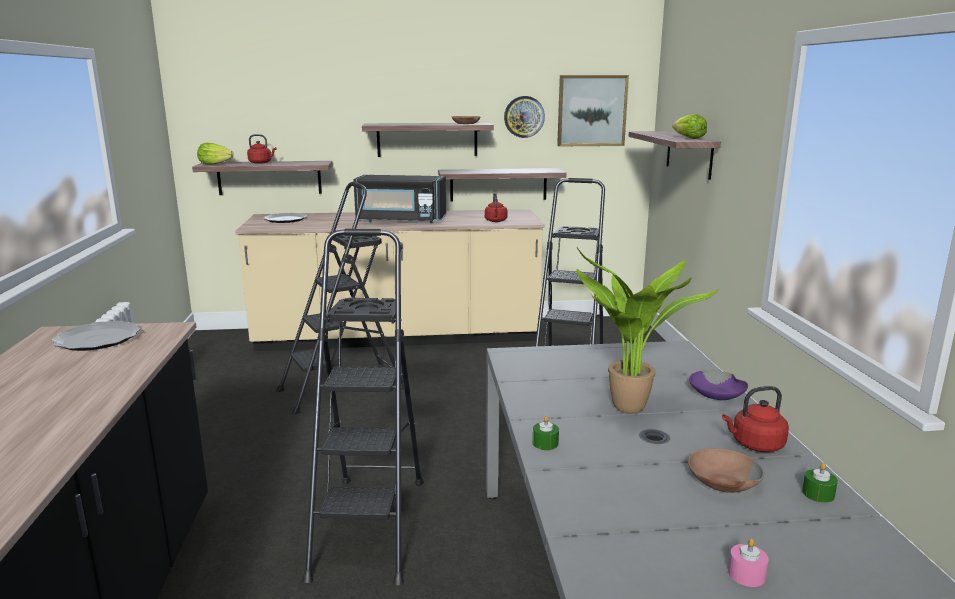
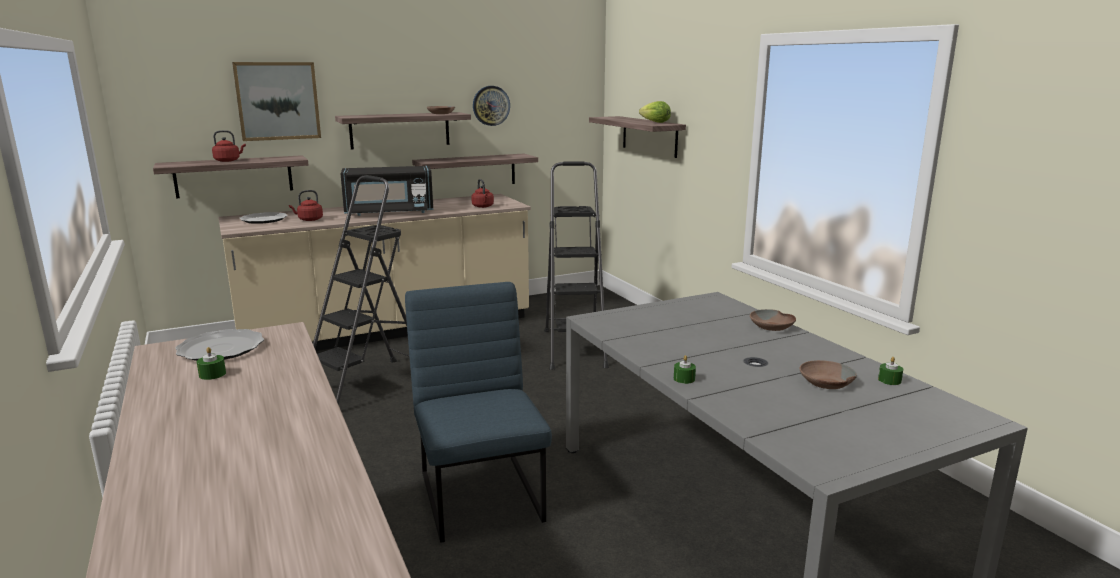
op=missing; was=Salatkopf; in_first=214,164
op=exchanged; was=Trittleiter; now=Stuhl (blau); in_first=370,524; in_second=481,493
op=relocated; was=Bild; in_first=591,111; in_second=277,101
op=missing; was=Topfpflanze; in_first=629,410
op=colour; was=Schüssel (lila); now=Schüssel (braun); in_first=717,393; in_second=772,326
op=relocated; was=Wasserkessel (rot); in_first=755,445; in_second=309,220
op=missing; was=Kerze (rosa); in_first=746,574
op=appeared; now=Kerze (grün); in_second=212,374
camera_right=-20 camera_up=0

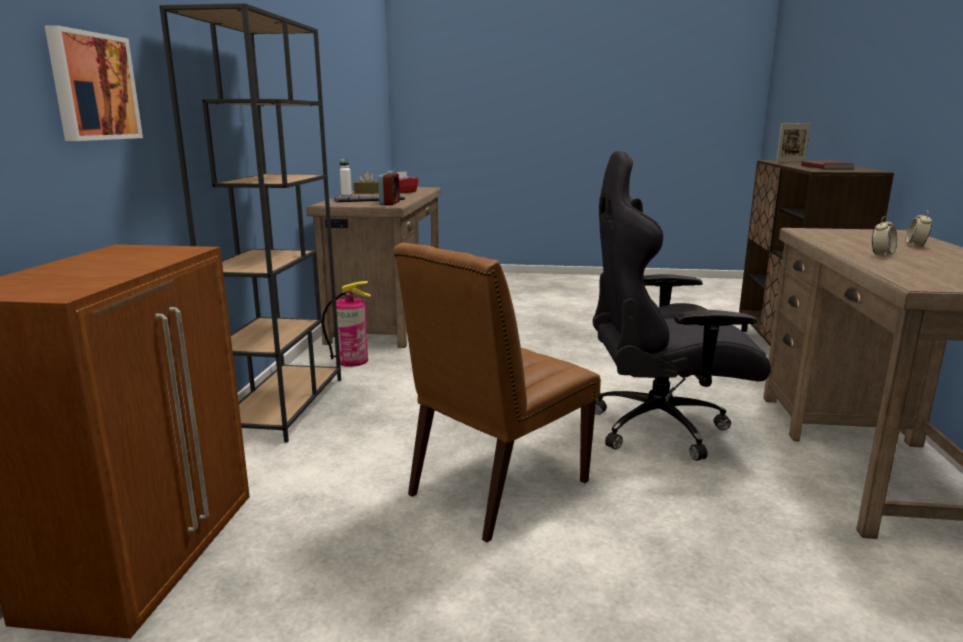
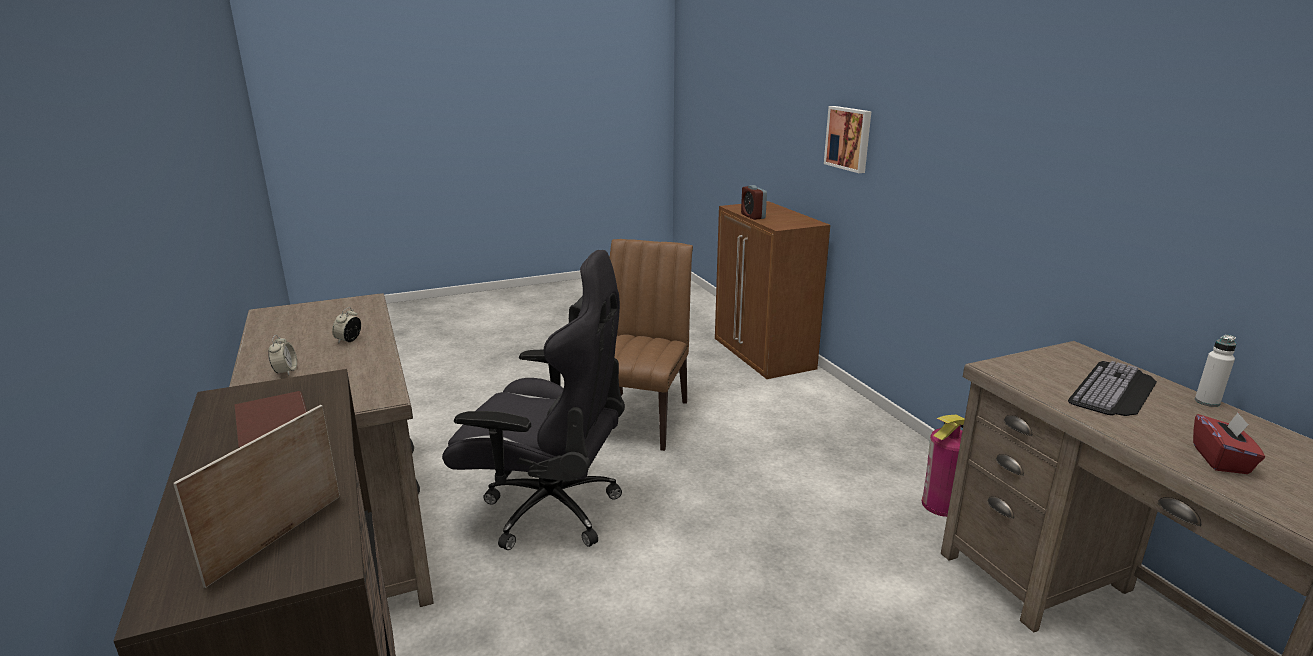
op=missing; was=Bücherregal; in_first=284,405
op=missing; was=Taschentuchbox (braun); in_first=367,193
op=relocated; was=Wecker; in_first=389,203; in_second=753,216
op=spun; was=Bürostuhl (schwarz); in_first=666,428; in_second=543,510; clockwise=45
camera_right=150 camera_up=5

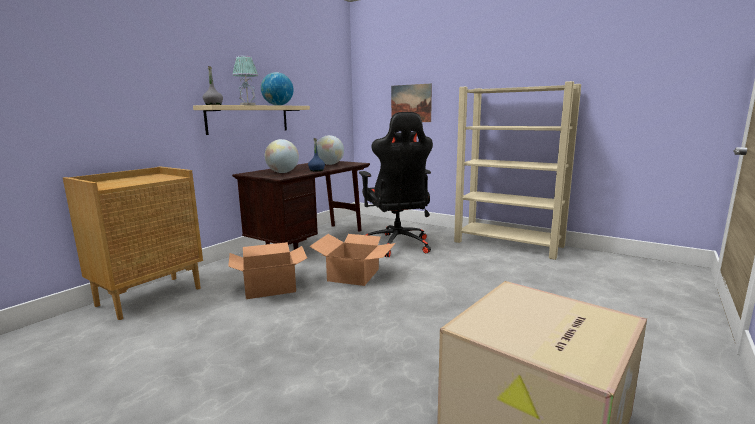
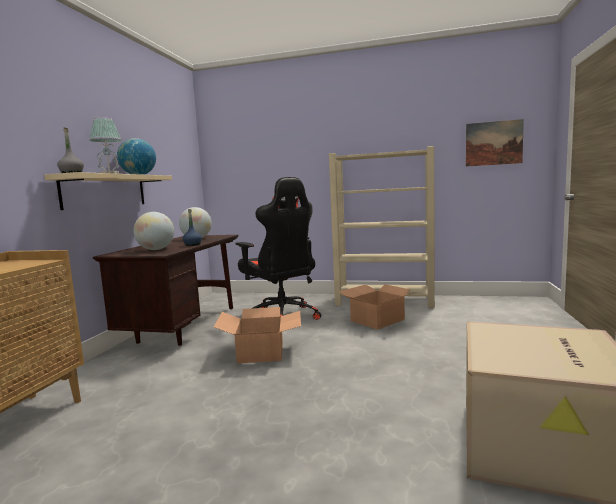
op=relocated; was=Karton; in_first=269,286; in_second=377,320
op=relocated; was=Bild; in_first=411,103; in_second=493,143
camera_right=-20 camera_up=-5

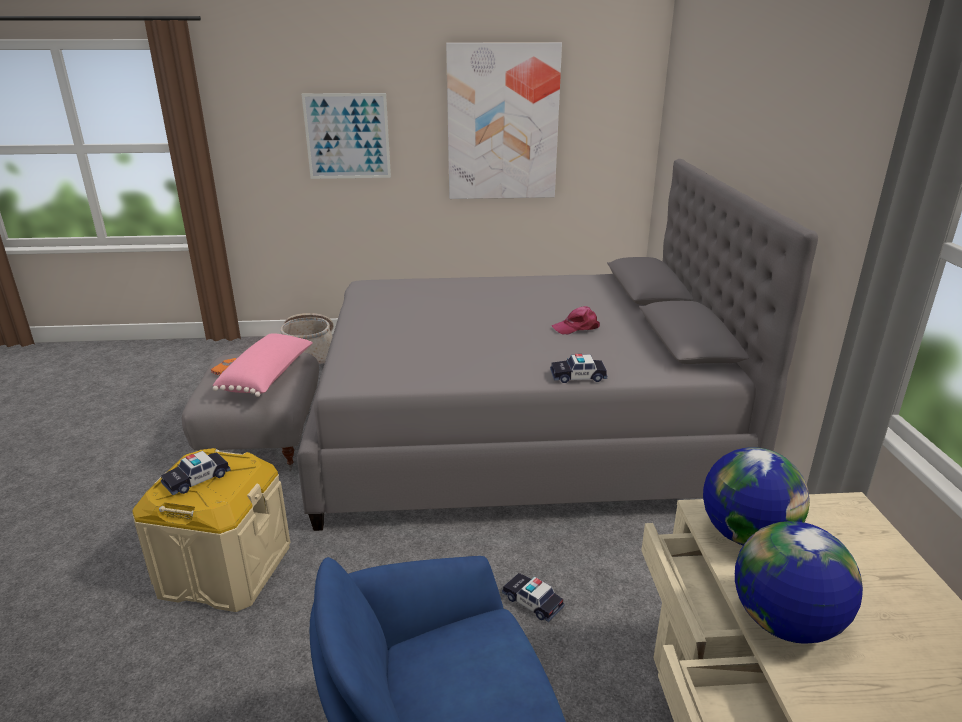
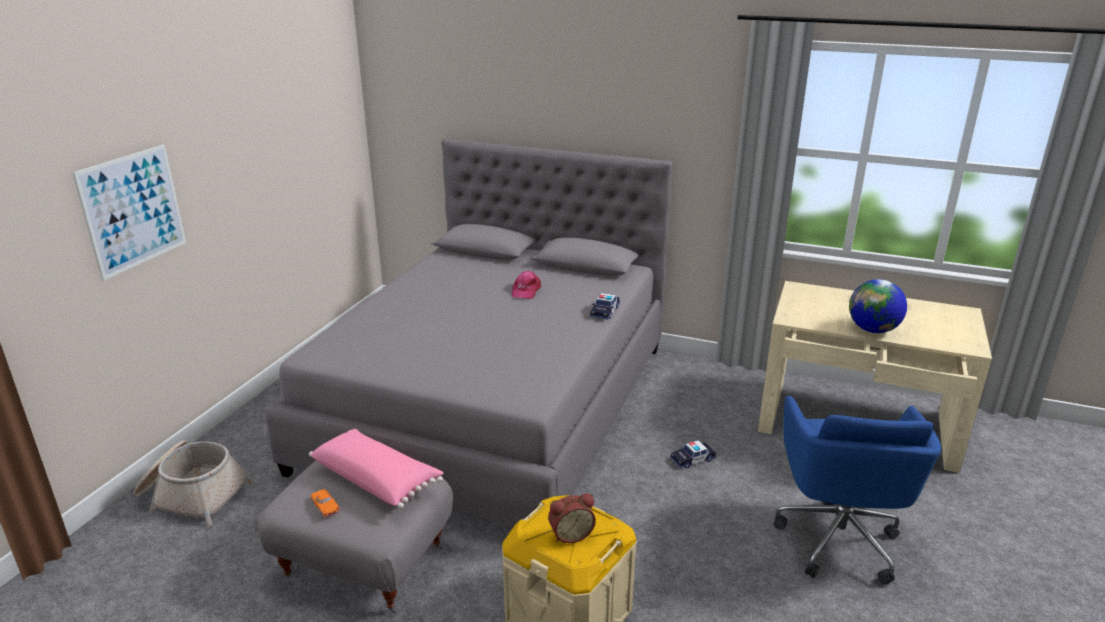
op=exchanged; was=Spielzeugauto; now=Wecker; in_first=197,479; in_second=570,534
op=missing; was=Bild; in_first=502,123
op=missing; was=Globus; in_first=746,535
camera_right=-65 camera_up=0

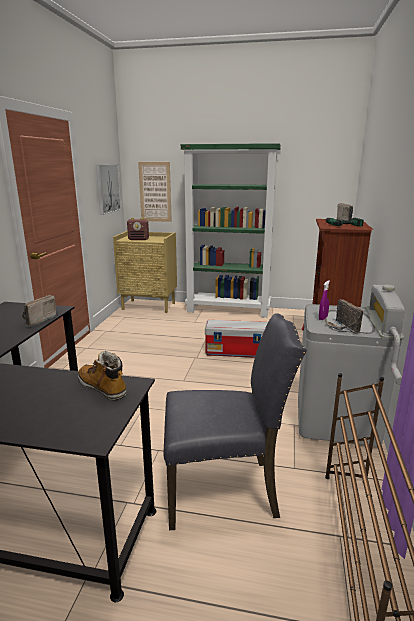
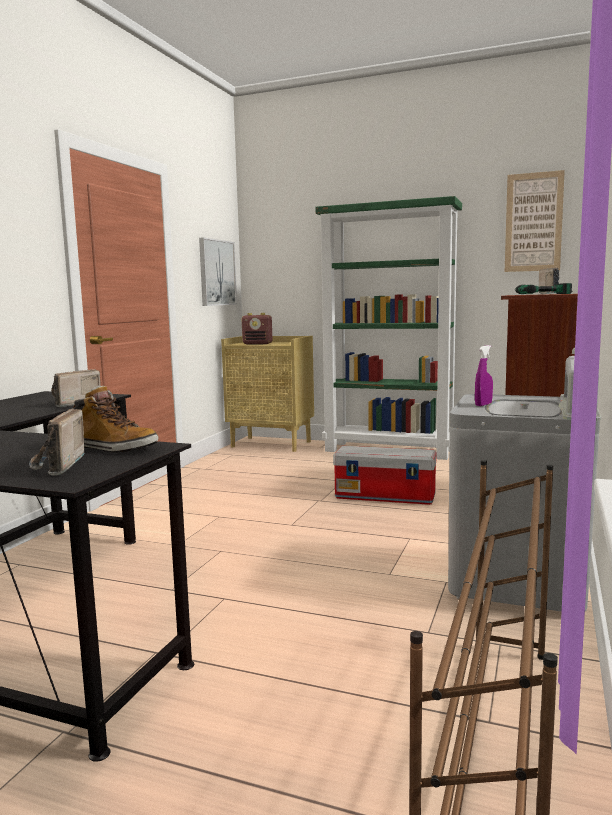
op=spun; was=Stiefel; in_first=103,388; in_second=114,448; clockwise=150
op=relocated; was=Bild; in_first=155,192; in_second=533,222
op=missing; was=Stuhl (grau); in_first=224,490
op=relocated; was=Radio; in_first=342,327; in_second=55,466
camera_right=10 camera_up=-10

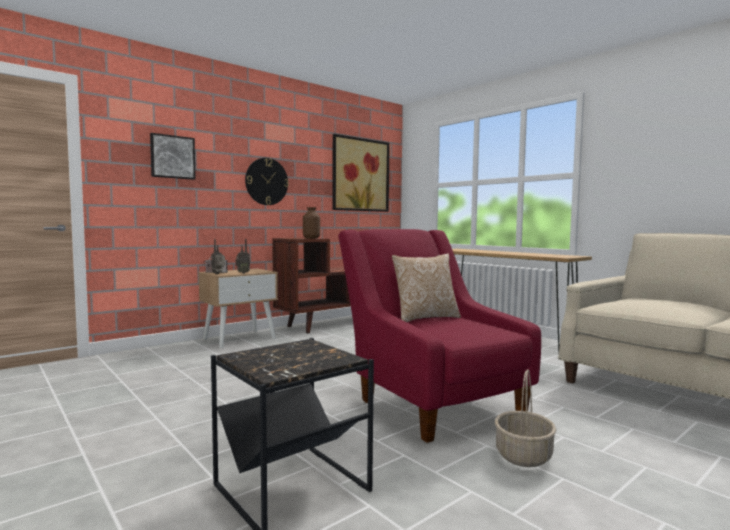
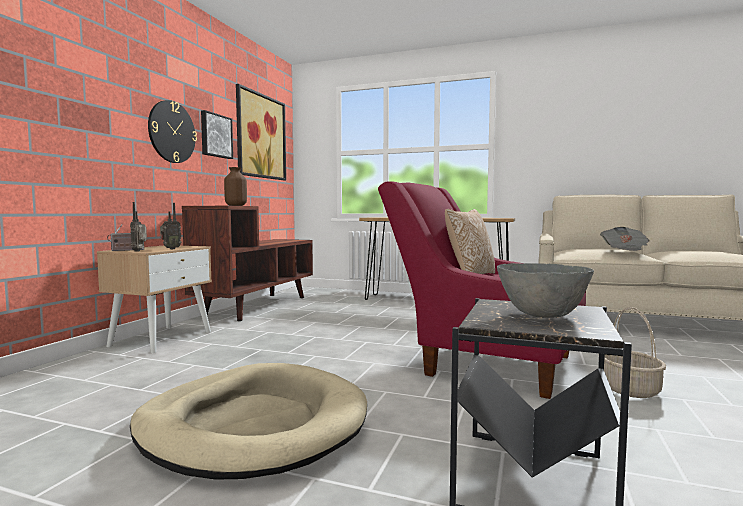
op=relocated; was=Bild; in_first=172,157; in_second=215,135
op=appeared; now=Hundebett (beige); in_second=253,425
op=appeared; now=Schüssel (grau); in_second=542,315
op=appeared; now=Zeitung; in_second=624,251
camera_right=-30 camera_up=0

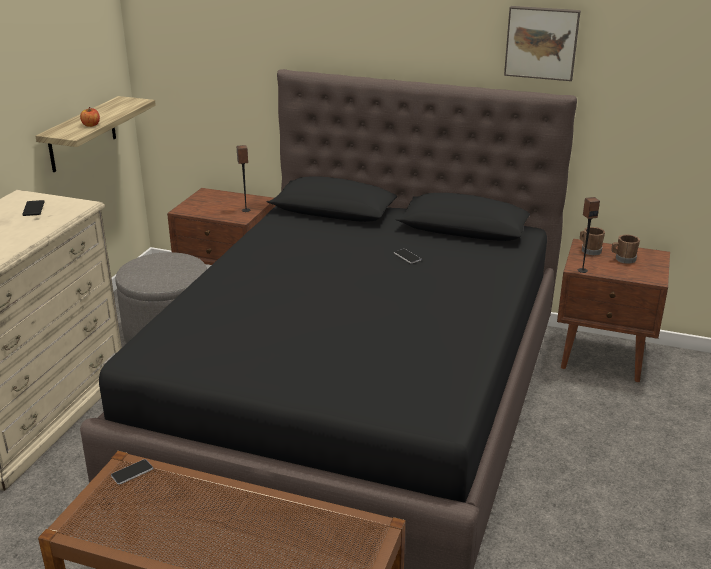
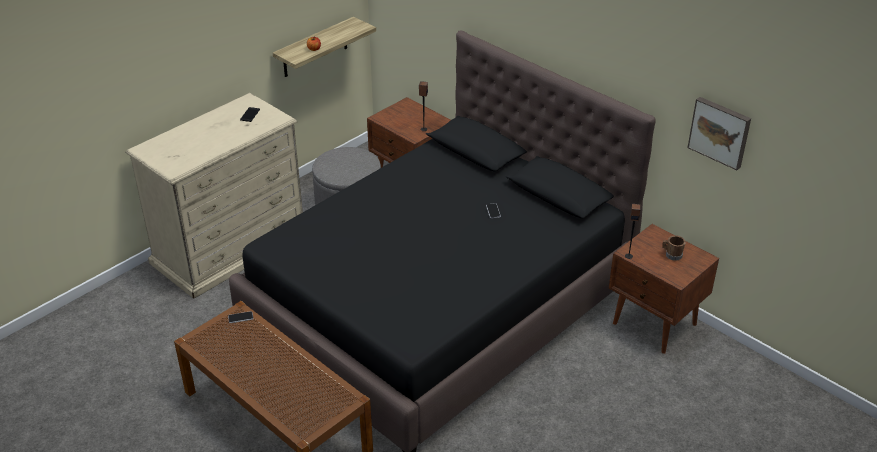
op=relocated; was=Bild; in_first=542,42; in_second=720,132
op=missing; was=Henkelbecher (braun); in_first=589,250
camera_right=25 camera_up=10

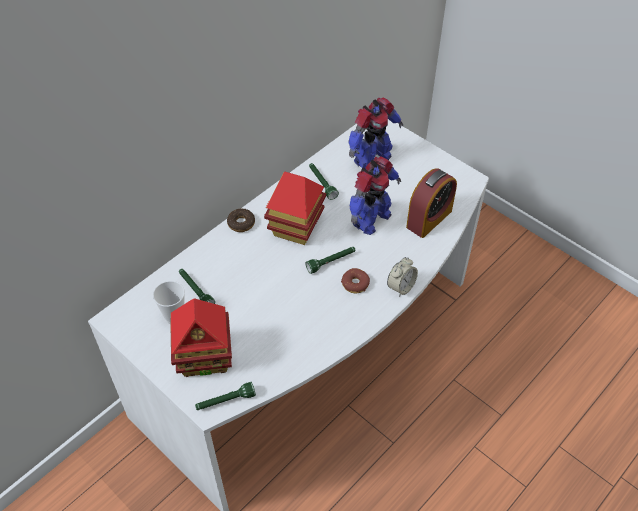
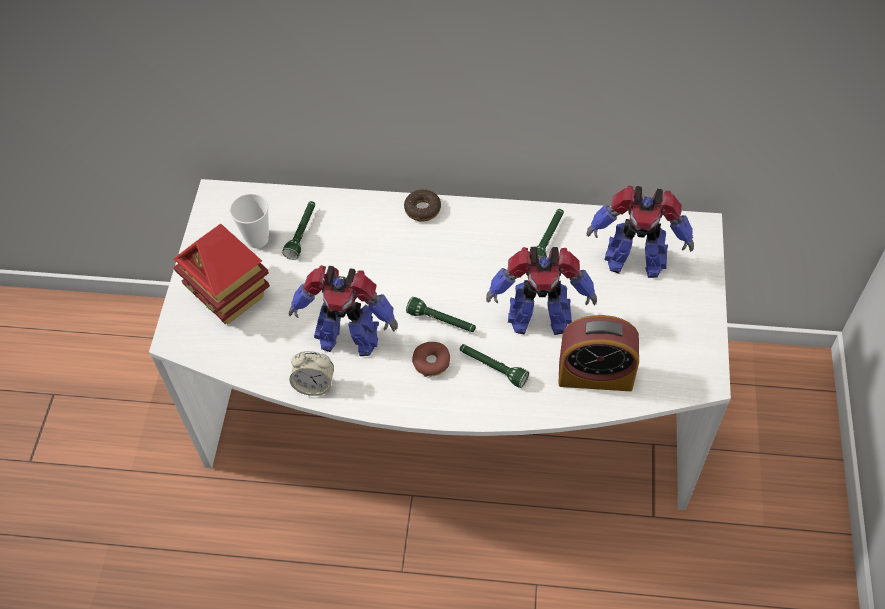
op=relocated; was=Taschenlampe (grün); in_first=225,401; in_second=492,368
op=missing; was=Spielzeughaus; in_first=296,227
op=relocated; was=Wecker; in_first=401,287; in_second=314,385
op=appeared; now=Spielzeugroboter; in_second=348,338
camera_right=55 camera_up=5

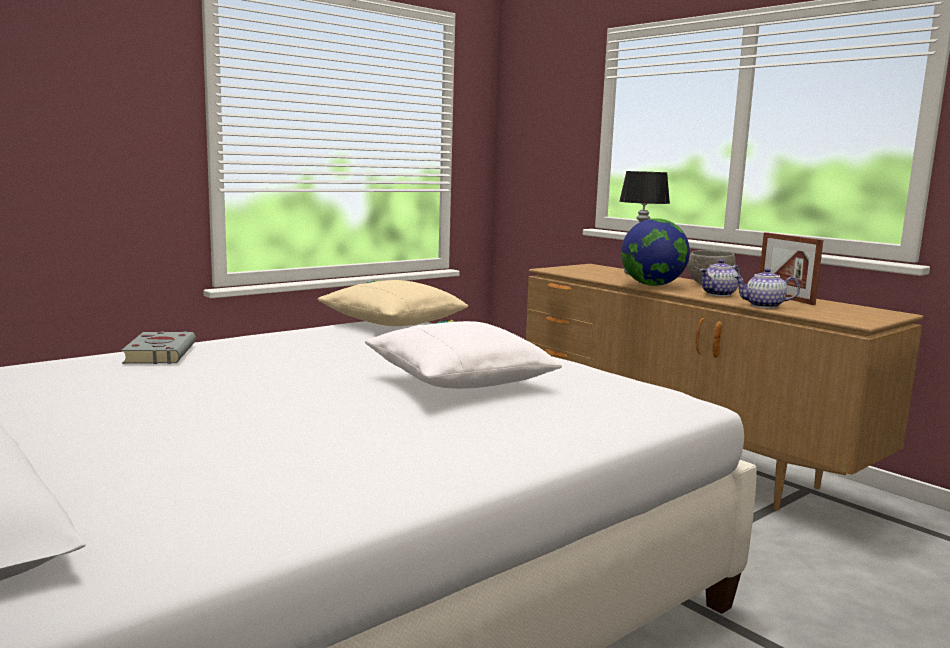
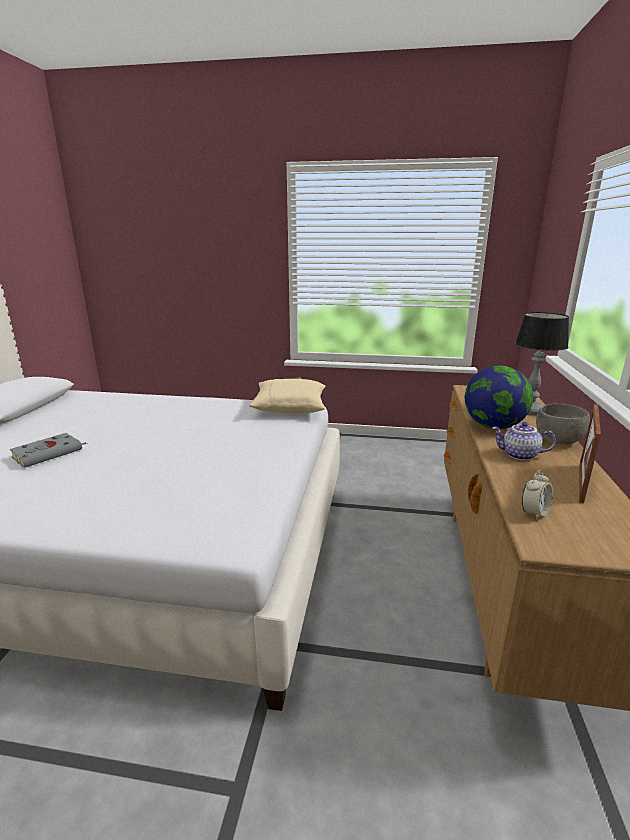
op=relocated; was=Buch (grau); in_first=160,353; in_second=49,453
op=missing; was=Kissen (weiß); in_first=460,382
op=missing; was=Teekanne; in_first=763,306
op=appeared; now=Wecker; in_second=534,512
camera_right=50 camera_up=10

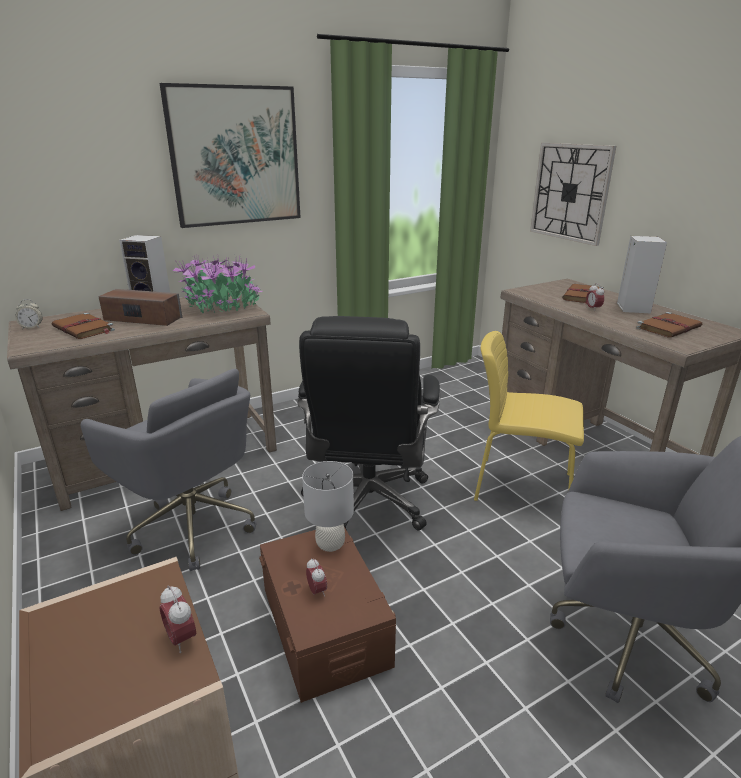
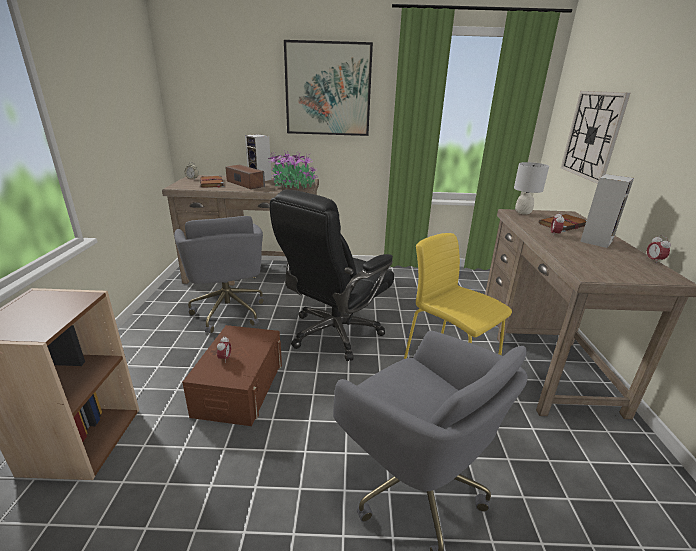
op=relocated; was=Wecker; in_first=181,638; in_second=653,261
op=relocated; was=Tischlampe (grau); in_first=331,545; in_second=523,213
op=missing; was=Buch (braun); in_first=669,327
camera_right=30 camera_up=0

